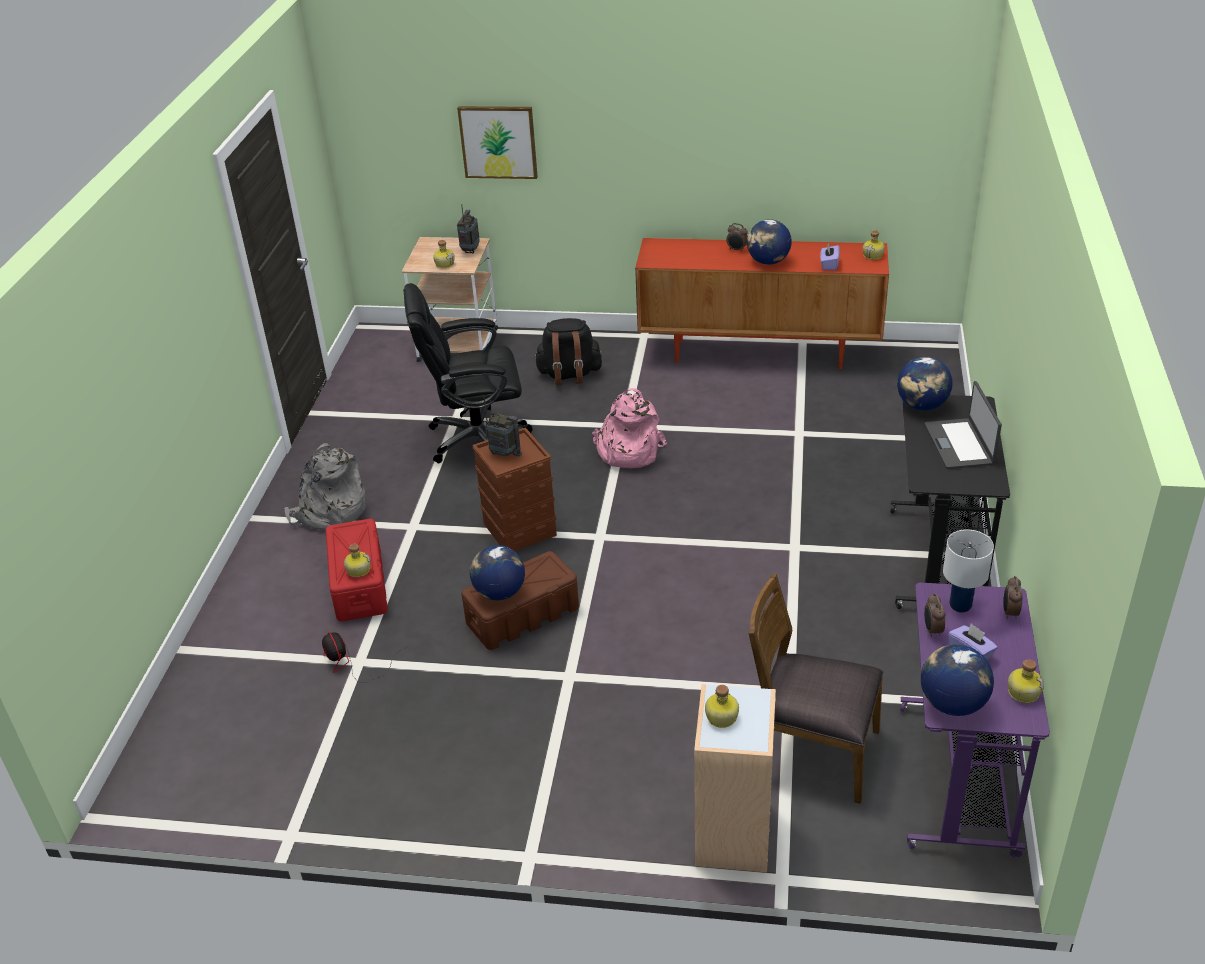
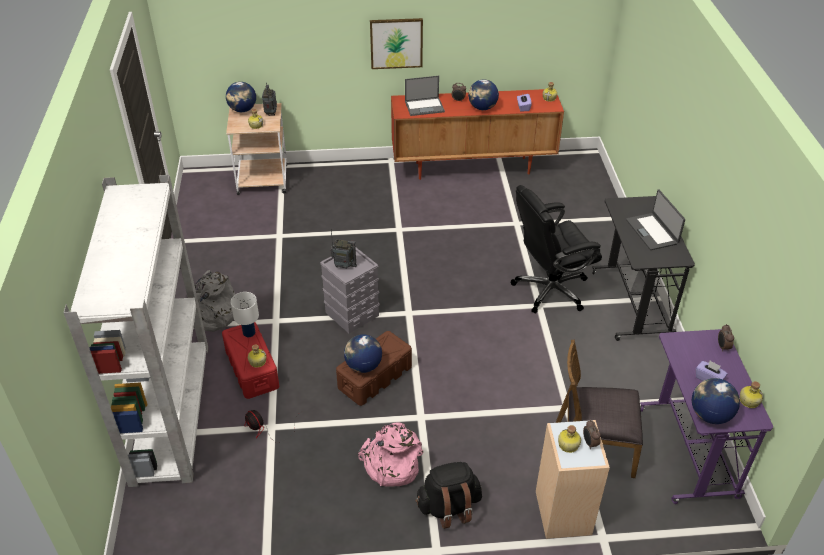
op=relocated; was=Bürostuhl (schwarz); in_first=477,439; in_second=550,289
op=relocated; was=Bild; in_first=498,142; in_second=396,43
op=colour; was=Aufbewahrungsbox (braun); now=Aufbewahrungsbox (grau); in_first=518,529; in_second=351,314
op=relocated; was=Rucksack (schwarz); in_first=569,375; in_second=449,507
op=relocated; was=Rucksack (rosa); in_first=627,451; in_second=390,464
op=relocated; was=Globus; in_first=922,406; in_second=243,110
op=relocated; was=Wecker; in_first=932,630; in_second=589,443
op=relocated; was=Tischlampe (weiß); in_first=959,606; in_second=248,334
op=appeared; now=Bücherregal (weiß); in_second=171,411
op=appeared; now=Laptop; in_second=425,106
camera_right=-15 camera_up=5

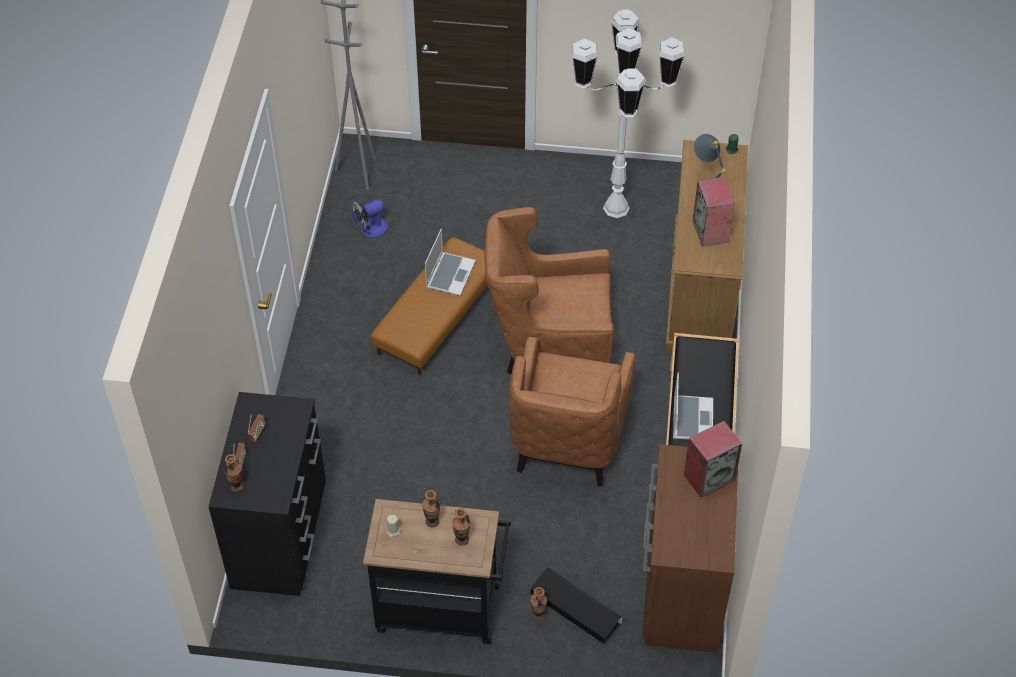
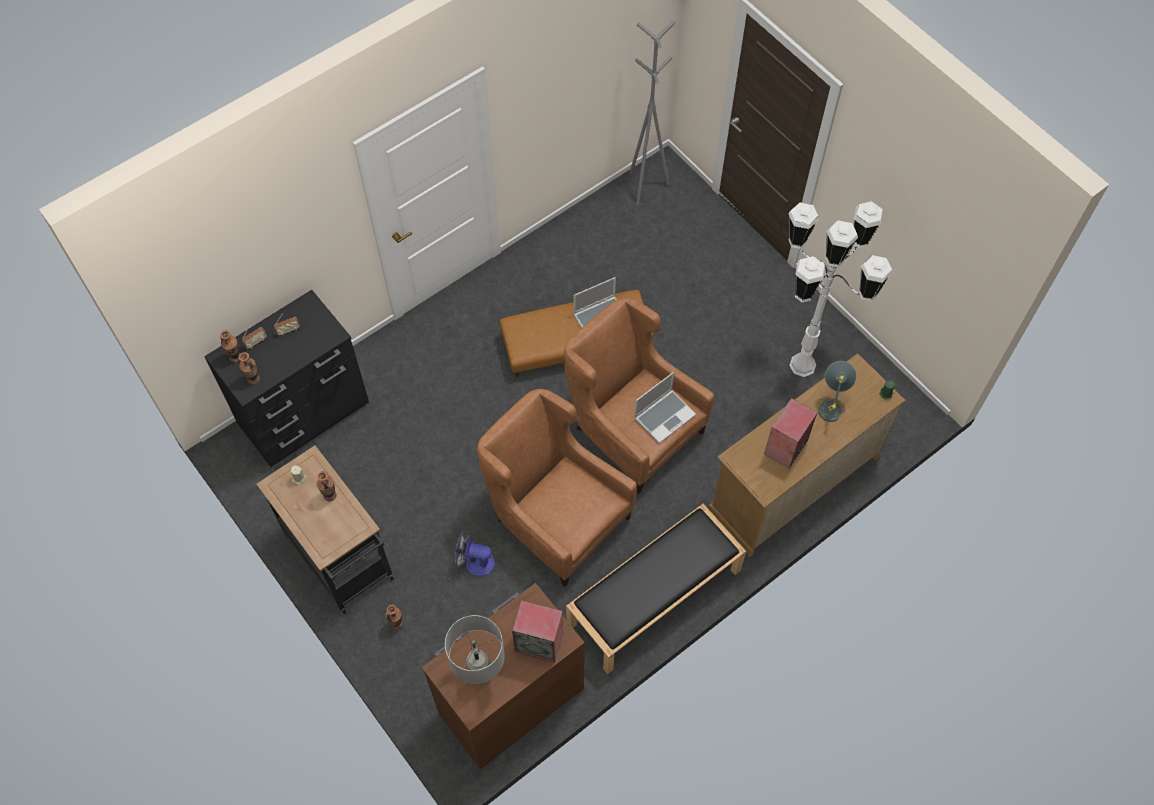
op=relocated; was=Ventilator; in_first=369,229; in_second=474,562
op=relocated; was=Vase; in_first=461,539; in_second=253,379
op=spun; was=Sessel (braun); in_first=567,443; in_second=556,517; clockwise=75
op=missing; was=Aufbewahrungsbox (schwarz); in_first=575,608
op=relocated; was=Laptop; in_first=691,418; in_second=664,416
op=appeared; now=Tischlampe (grau); in_second=479,673
camera_right=45 camera_up=10

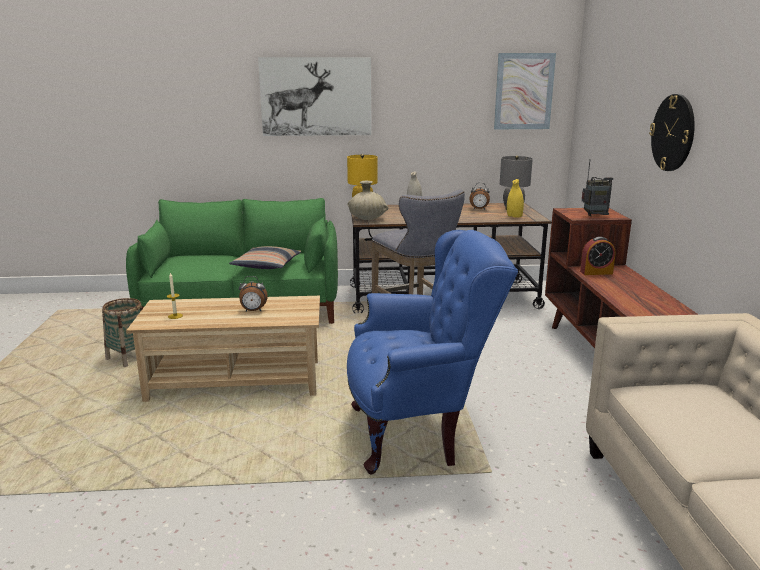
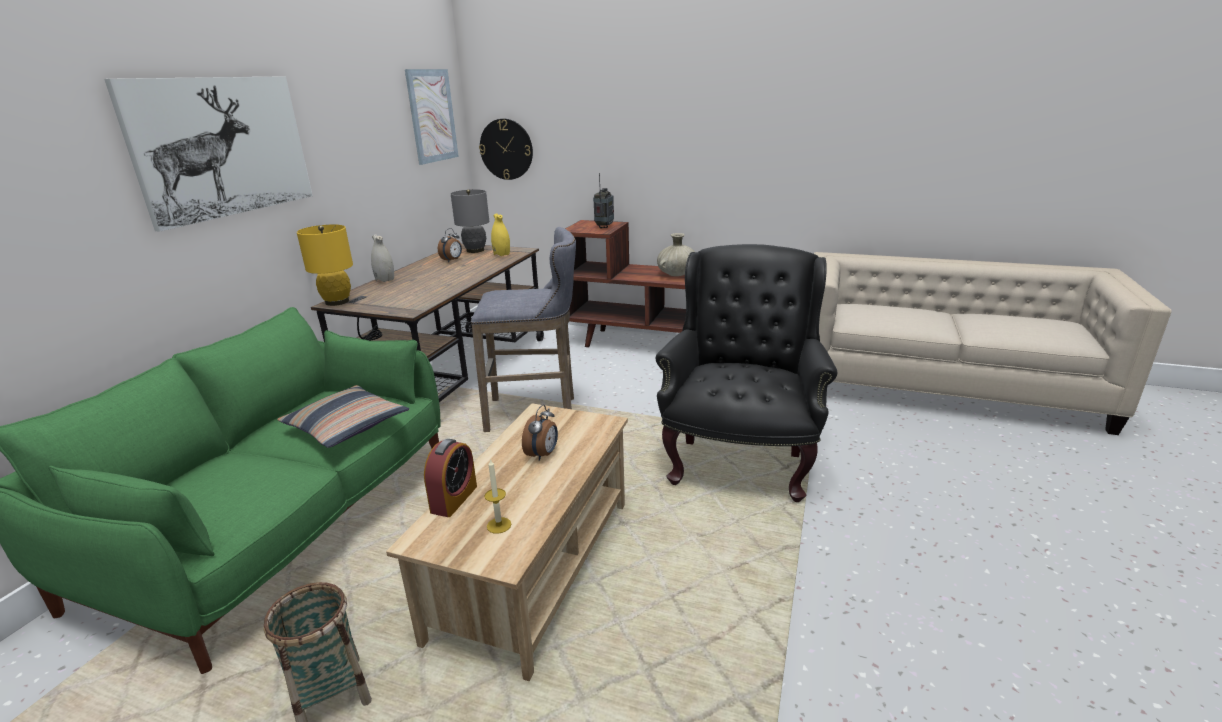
op=relocated; was=Vase (beige); in_first=367,219; in_second=677,274
op=colour; was=Sessel (blau); now=Sessel (schwarz); in_first=418,435; in_second=739,460
op=relocated; was=Wecker; in_first=596,272; in_second=454,499
op=relocated; was=Wanduhr; in_first=673,133; in_second=506,149
camera_right=-65 camera_up=5

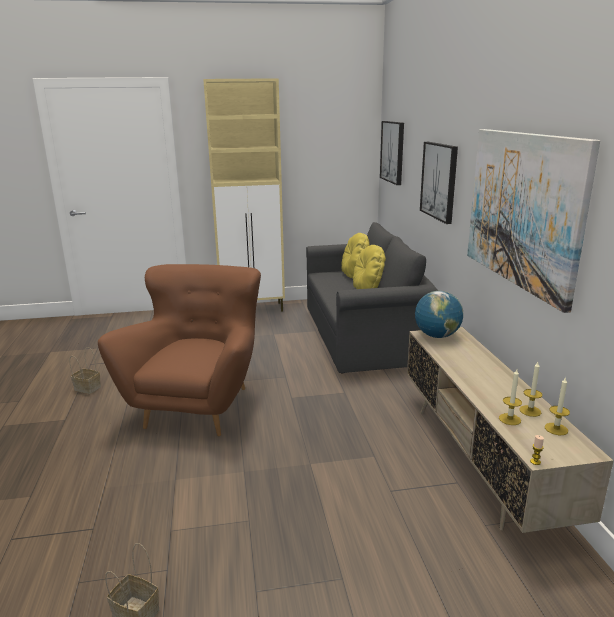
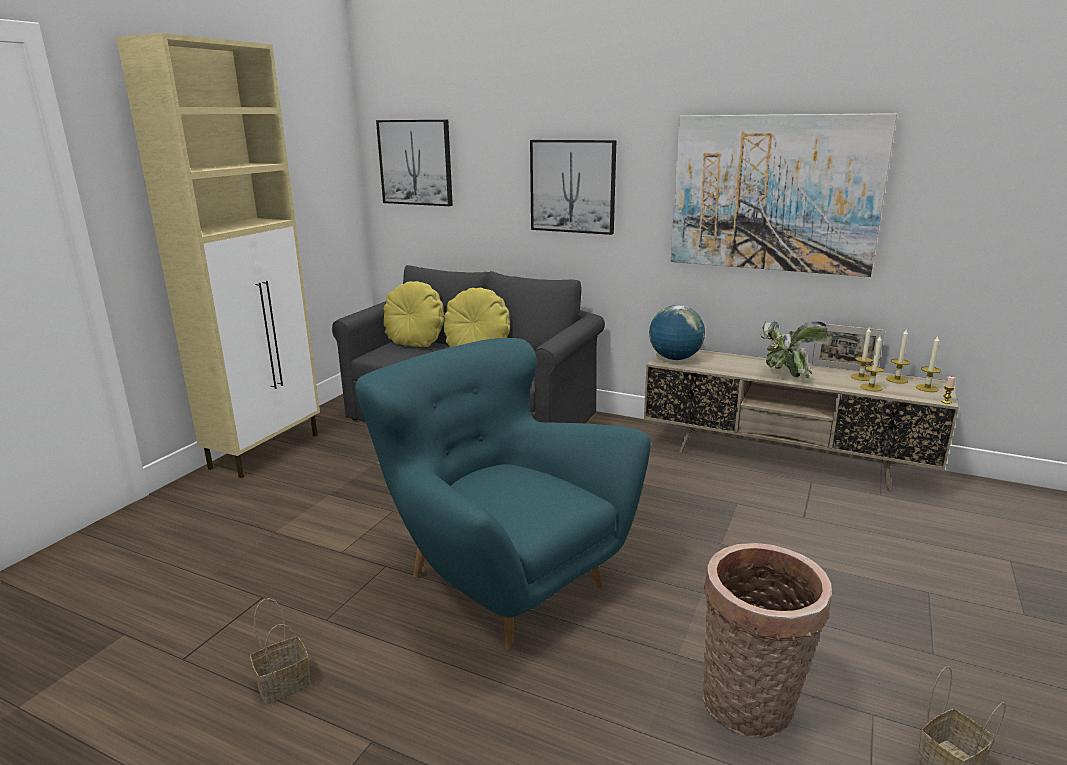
op=colour; was=Sessel (braun); now=Sessel (türkis); in_first=199,405; in_second=501,579
op=appeared; now=Korb; in_second=752,707
op=appeared; now=Topfpflanze; in_second=784,375
op=appeared; now=Bilderrahmen; in_second=843,368
op=appeared; now=Kerze; in_second=927,388
camera_right=-55 camera_up=0

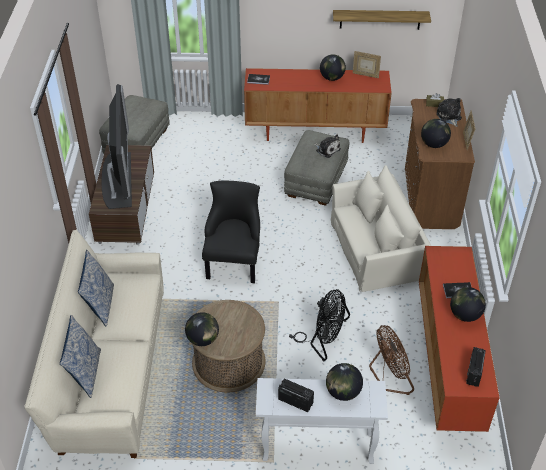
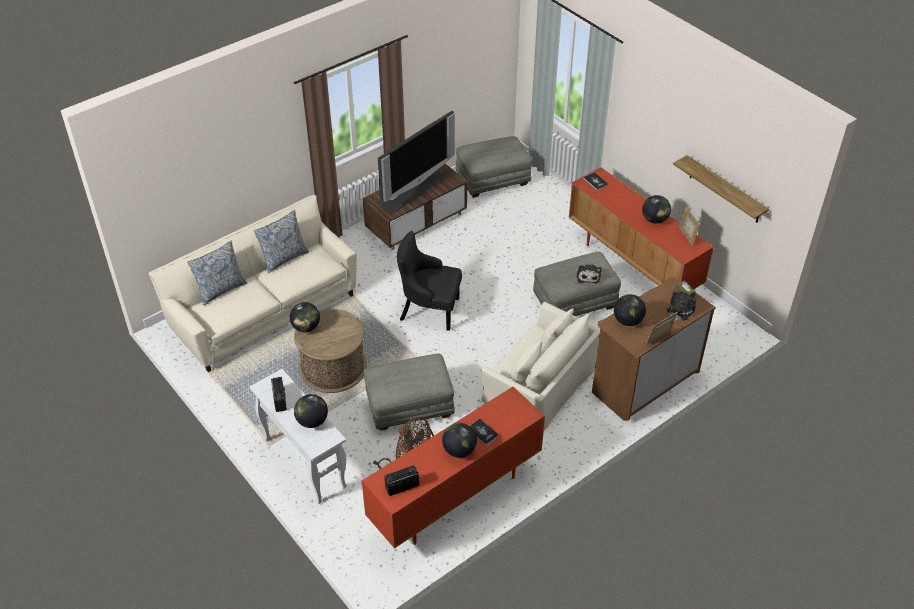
op=spun; was=Sessel (schwarz); in_first=234,263; in_second=430,310; clockwise=-135
op=exchanged; was=Ventilator (schwarz); now=Polsterhocker (grau); in_first=323,338; in_second=410,406
camera_right=50 camera_up=0

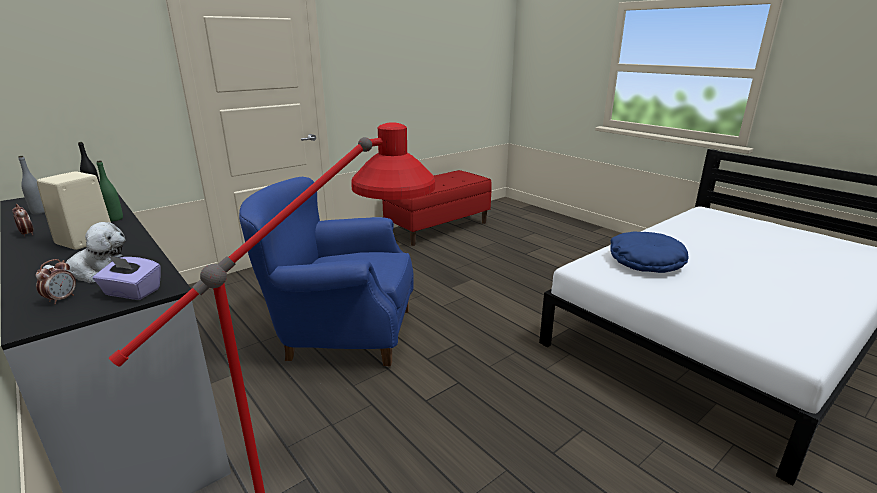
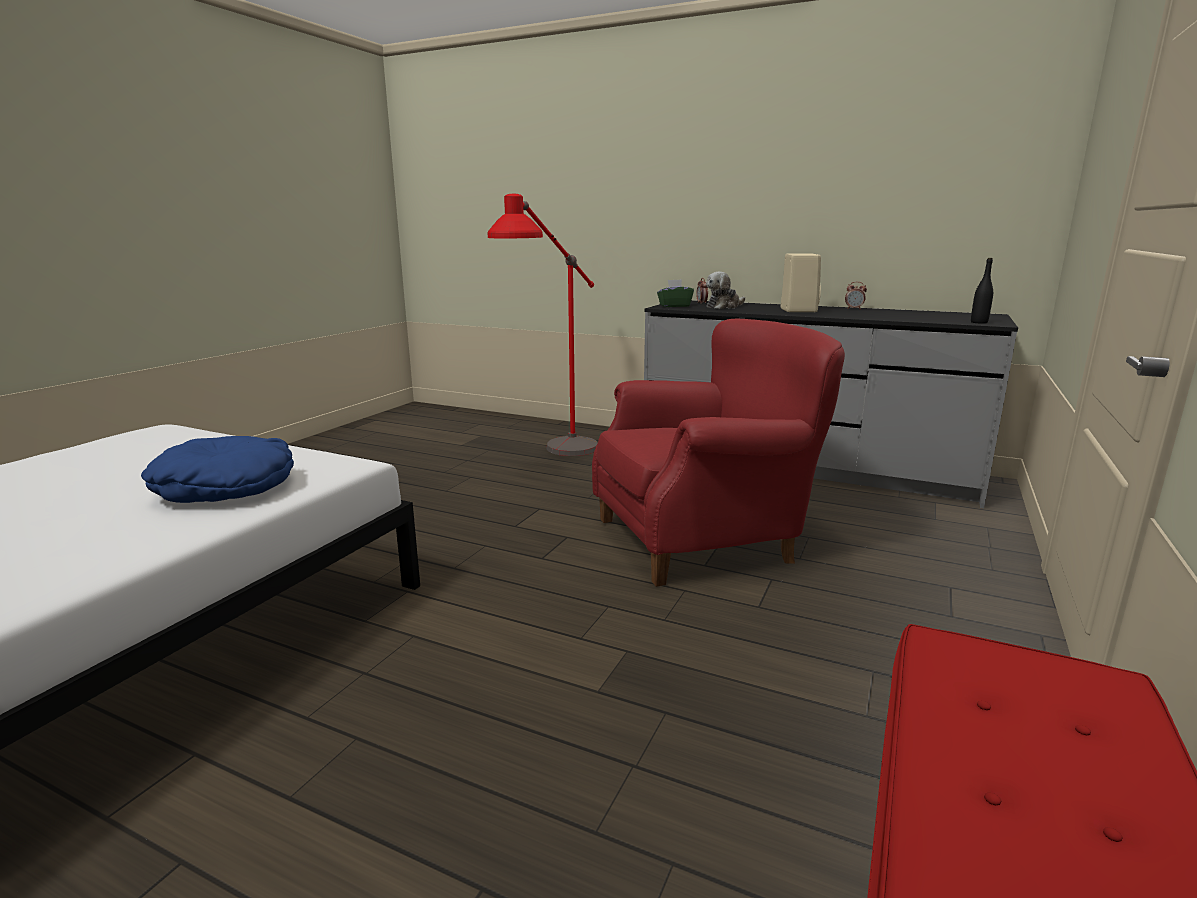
op=missing; was=Flasche (grau); in_first=39,212
op=colour; was=Taschentuchbox (lila); now=Taschentuchbox (grün); in_first=132,292; in_second=674,306
op=missing; was=Flasche (grün); in_first=115,219
op=colour; was=Sessel (blau); now=Sessel (rot); in_first=341,332; in_second=705,538
camera_right=155 camera_up=-5

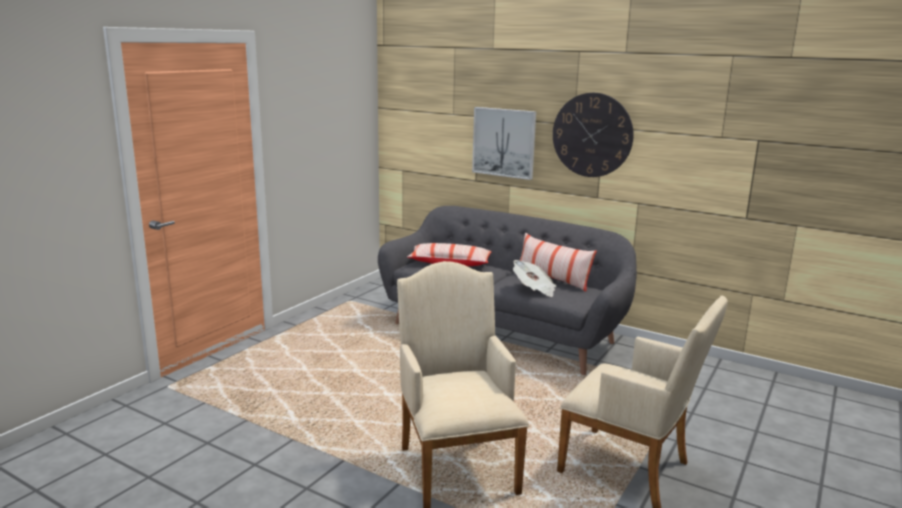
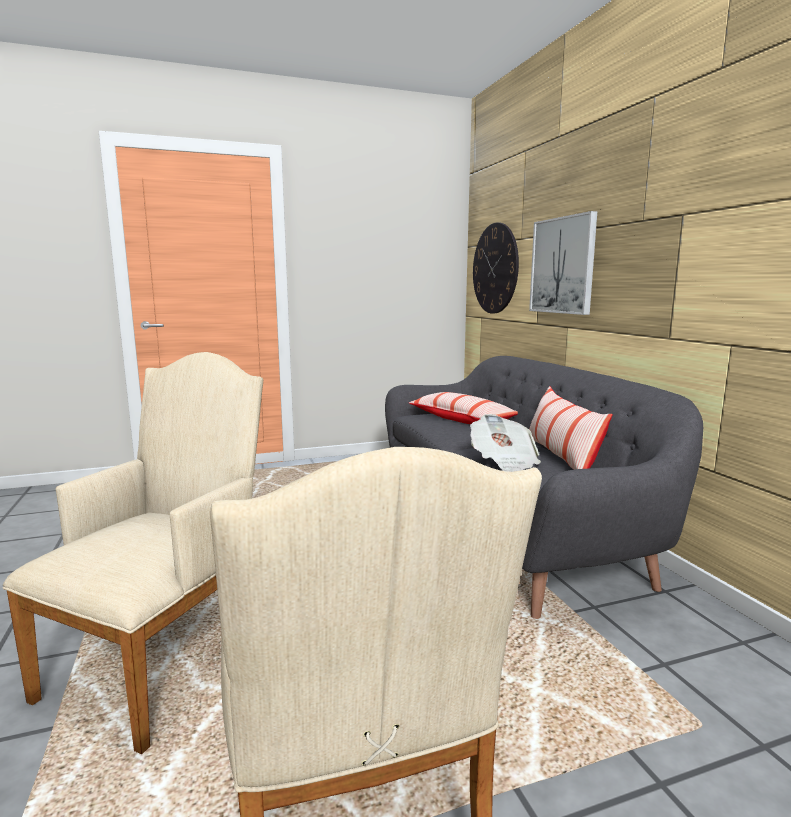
op=relocated; was=Wanduhr; in_first=592,135; in_second=495,268
camera_right=40 camera_up=-5

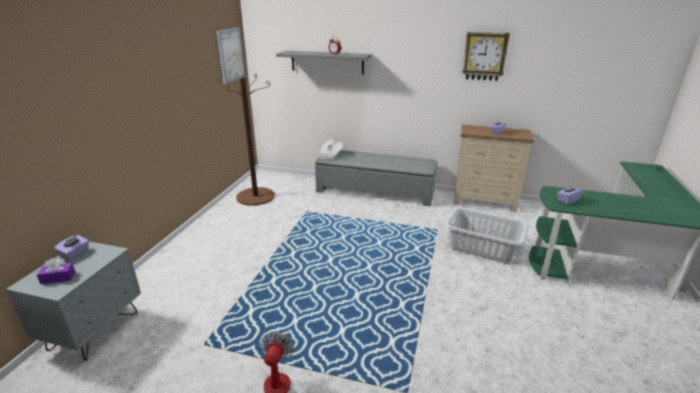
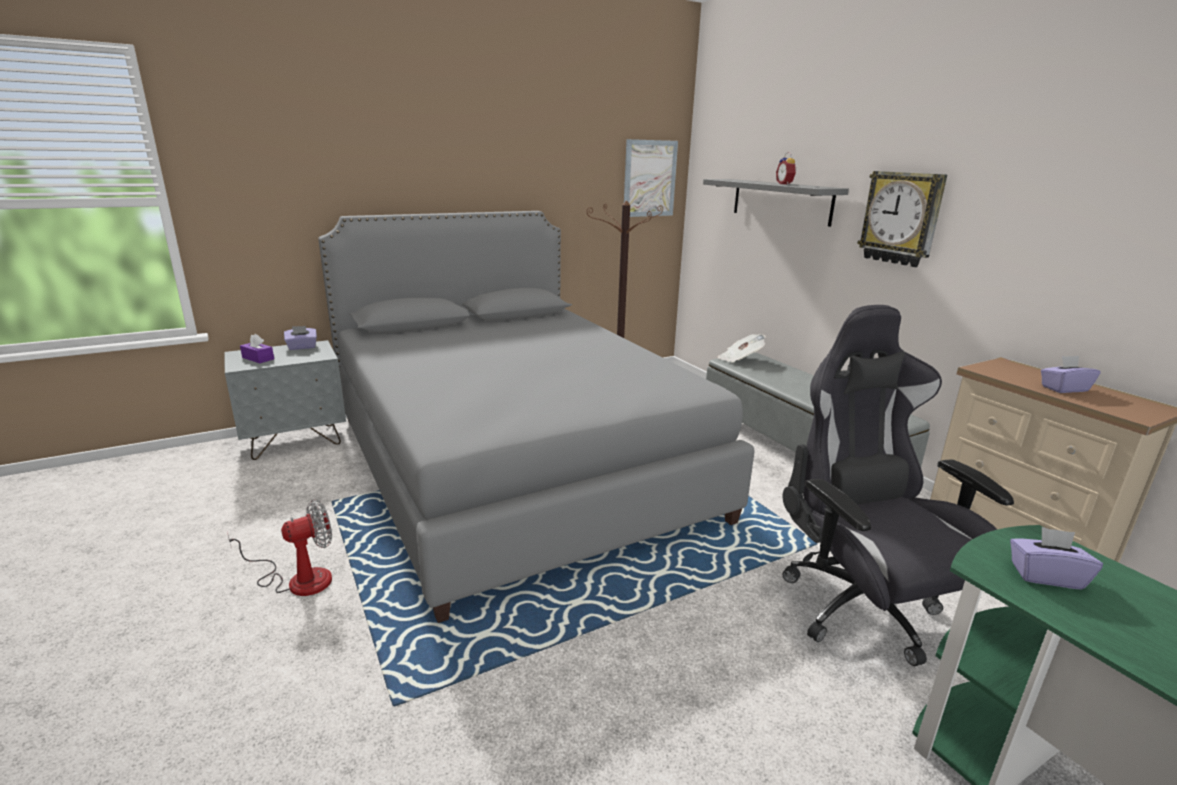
op=exchanged; was=Wäschekorb (grau); now=Bürostuhl (schwarz); in_first=482,247; in_second=867,616
op=relocated; was=Wanduhr; in_first=484,56; in_second=901,218
op=appeared; now=Bett (grau); in_second=514,465
camera_right=45 camera_up=-5

